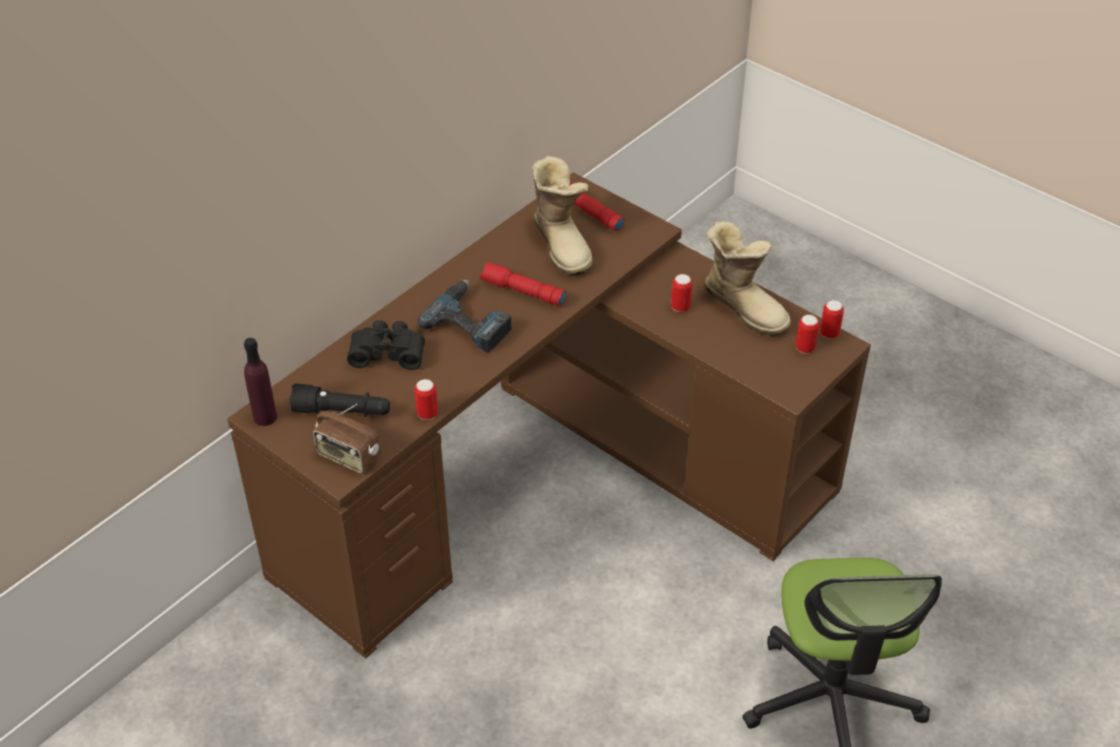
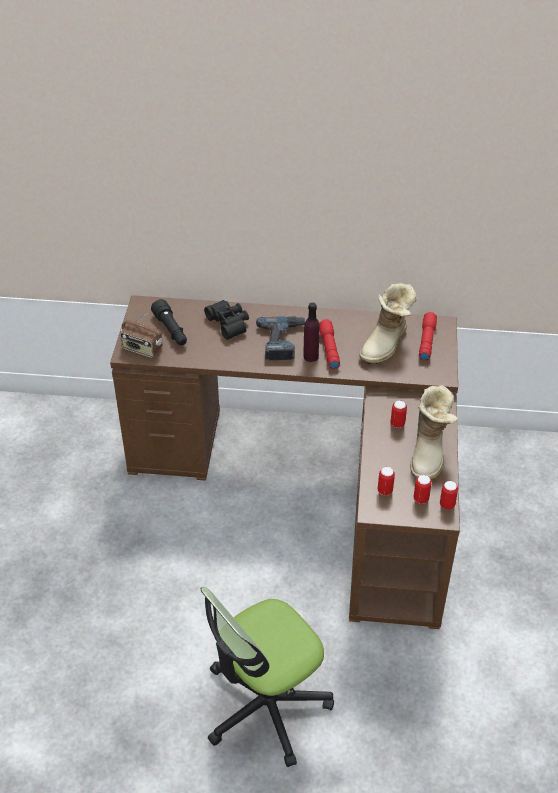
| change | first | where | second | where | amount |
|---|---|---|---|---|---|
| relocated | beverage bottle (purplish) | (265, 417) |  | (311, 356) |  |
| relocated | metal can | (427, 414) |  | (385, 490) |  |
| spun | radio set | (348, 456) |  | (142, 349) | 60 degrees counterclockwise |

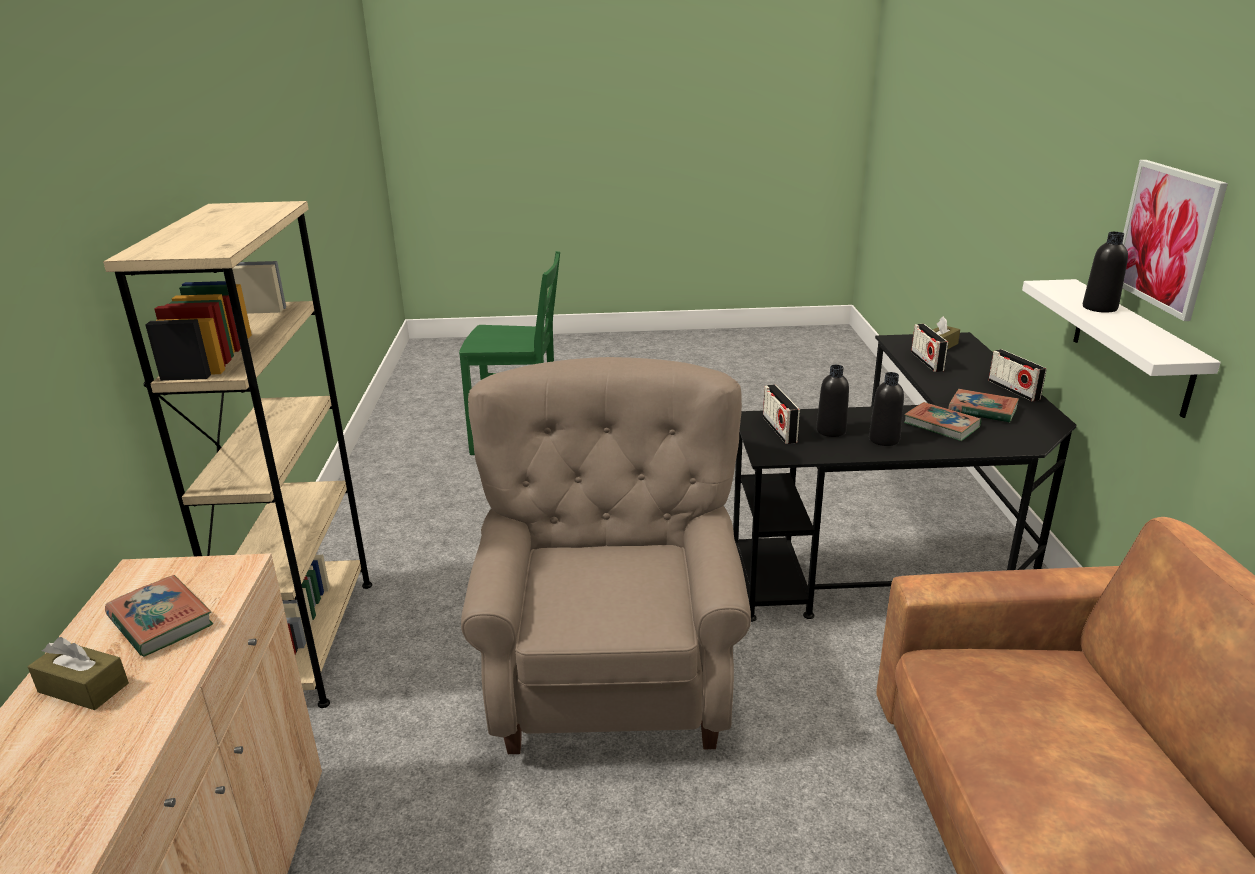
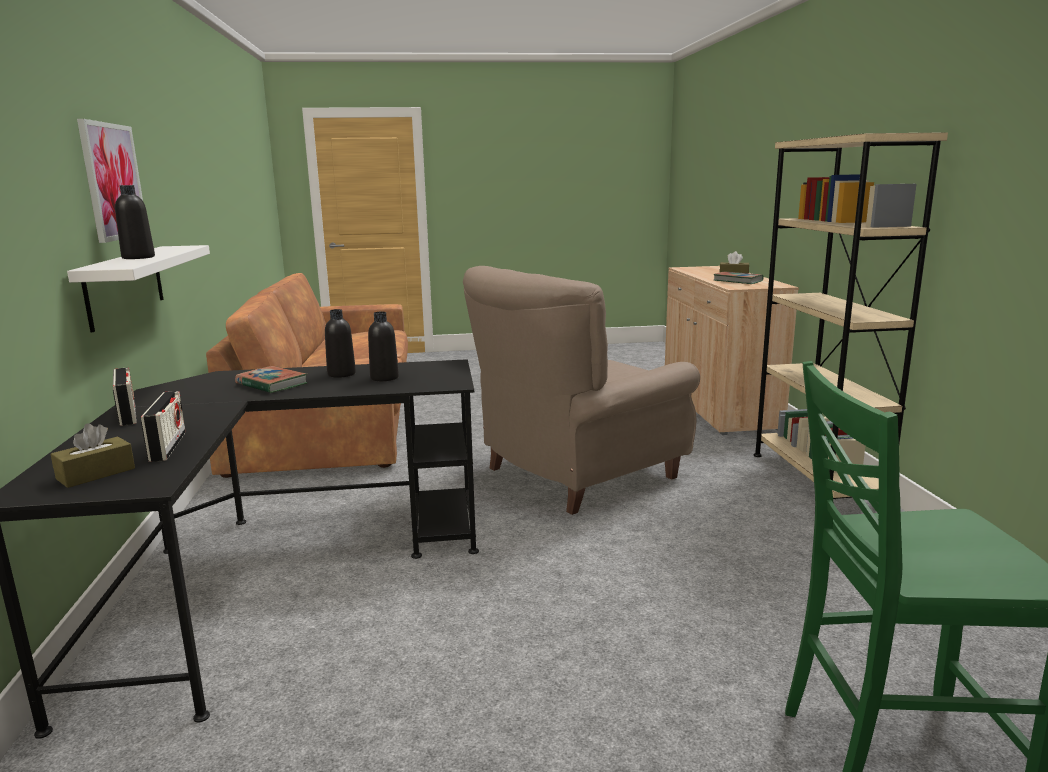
| change | first | where | second | where | amount |
|---|---|---|---|---|---|
| missing | radio set | (779, 430) |  |  |  |
| missing | book | (982, 410) |  |  |  |
| spun | armchair (beige-coloured) | (612, 672) |  | (574, 475) | 60 degrees clockwise |

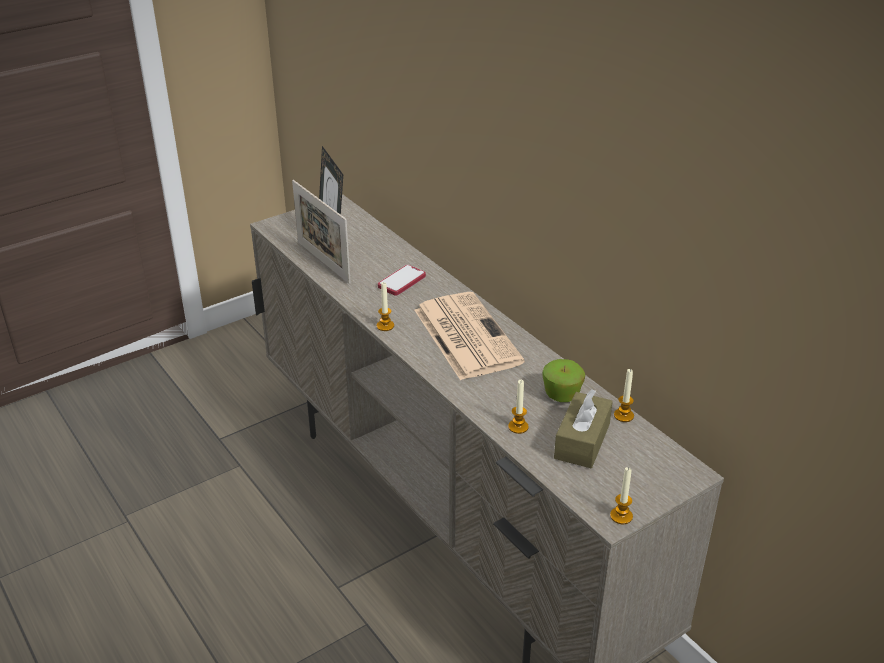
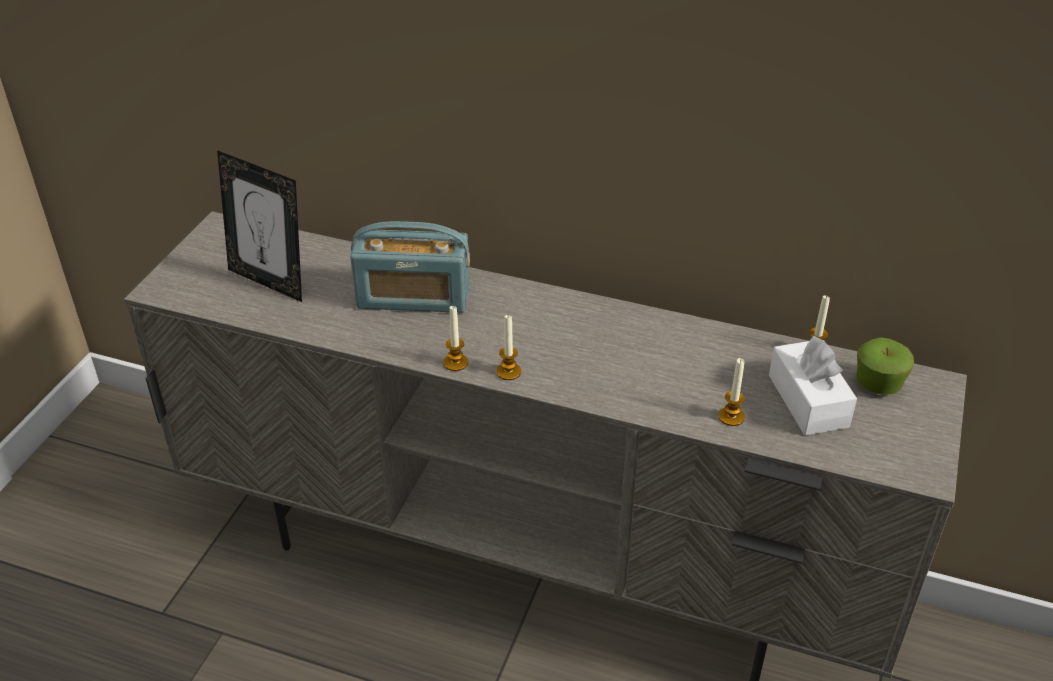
| change | first | where | second | where | amount |
|---|---|---|---|---|---|
| missing | standing frame | (323, 262) |  |  |  |
| missing | newspaper | (465, 335) |  |  |  |
| relocated | apple fruit | (562, 395) |  | (878, 384) |  |
| relocated | wax light | (621, 516) |  | (508, 372) |  |
| exchanged | telephone | (402, 281) | radio set | (413, 297) |  |
| colour | box of tissues (brownish) | (582, 441) | box of tissues (white-coloured) | (808, 401) |  |

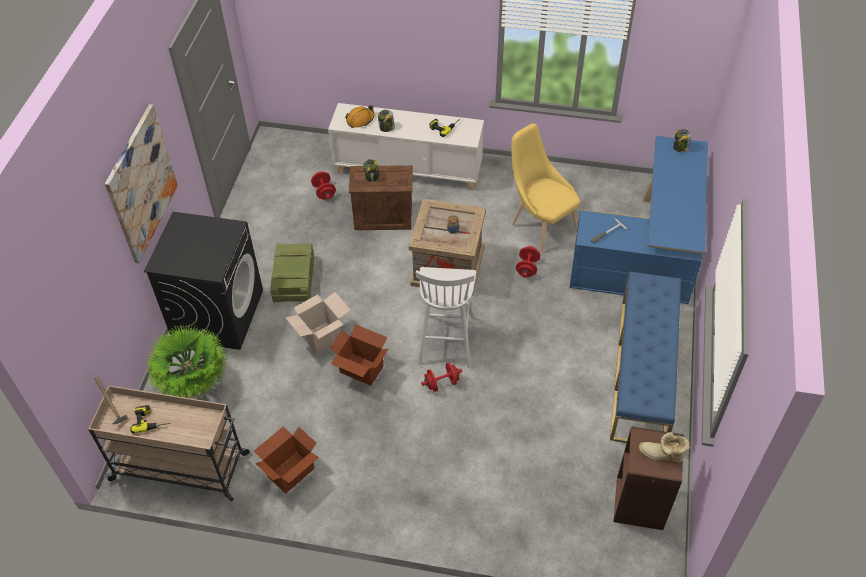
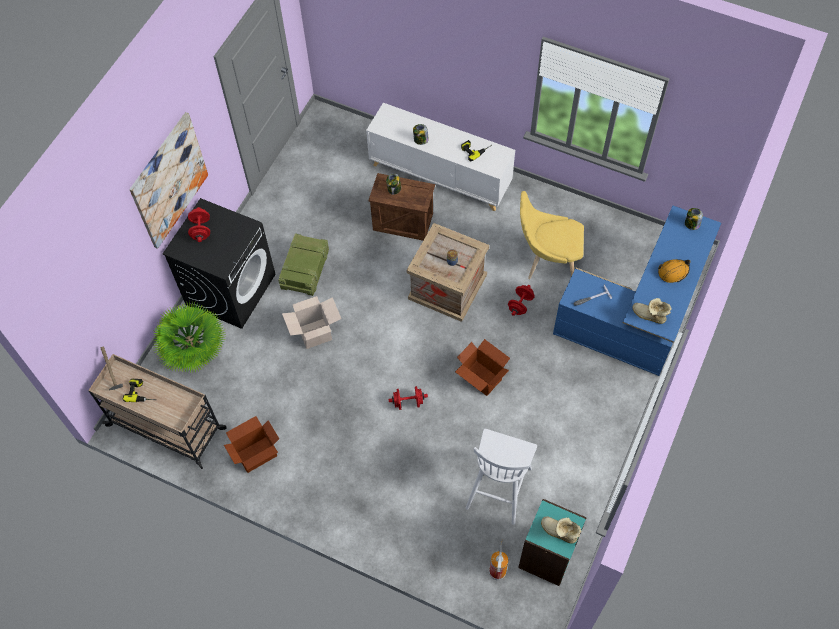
| change | first | where | second | where | amount |
|---|---|---|---|---|---|
| missing | indoor bench (blue) | (642, 372) |  |  |  |
| appeared |  |  | fire-fighting cylinder | (497, 571) |  |
| appeared |  |  | boot | (649, 316) |  |
| relocated | dumbbell (red) | (324, 192) |  | (201, 230) |  |
| relocated | carton | (361, 370) |  | (481, 378) |  |
| relocated | work helmet (orange) | (360, 120) |  | (673, 272) |  |
| relocated | sitting stool (white-coloured) | (446, 339) |  | (499, 487) |  |
| colour | bookshelf (brownish) | (640, 503) | bookshelf (turquoise-coloured) | (547, 557) |  |
| spun | chair (yellow) | (540, 224) |  | (547, 262) | 60 degrees counterclockwise |

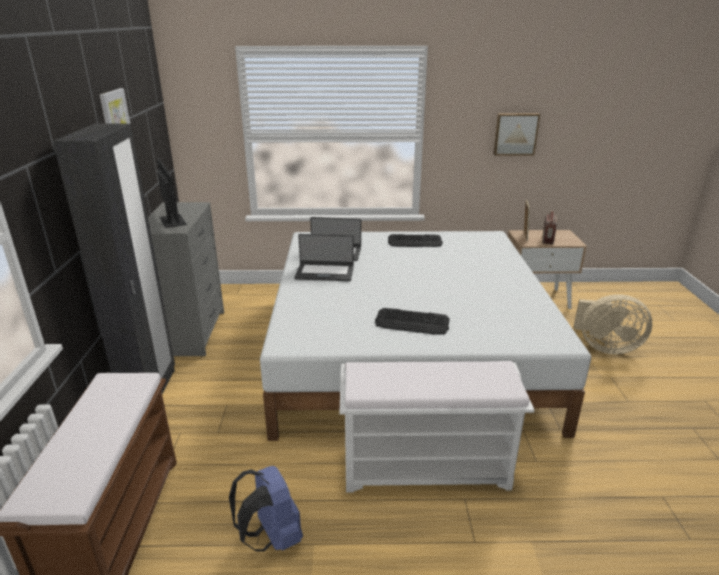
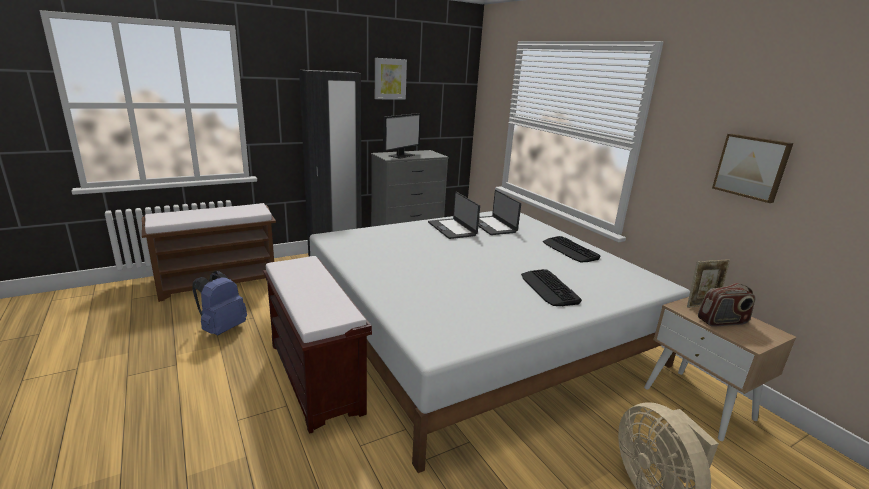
| change | first | where | second | where | amount |
|---|---|---|---|---|---|
| relocated | computer keyboard | (412, 322) |  | (549, 288) |  |
| colour | indoor bench (white-coloured) | (427, 467) | indoor bench (brownish) | (316, 377) |  |

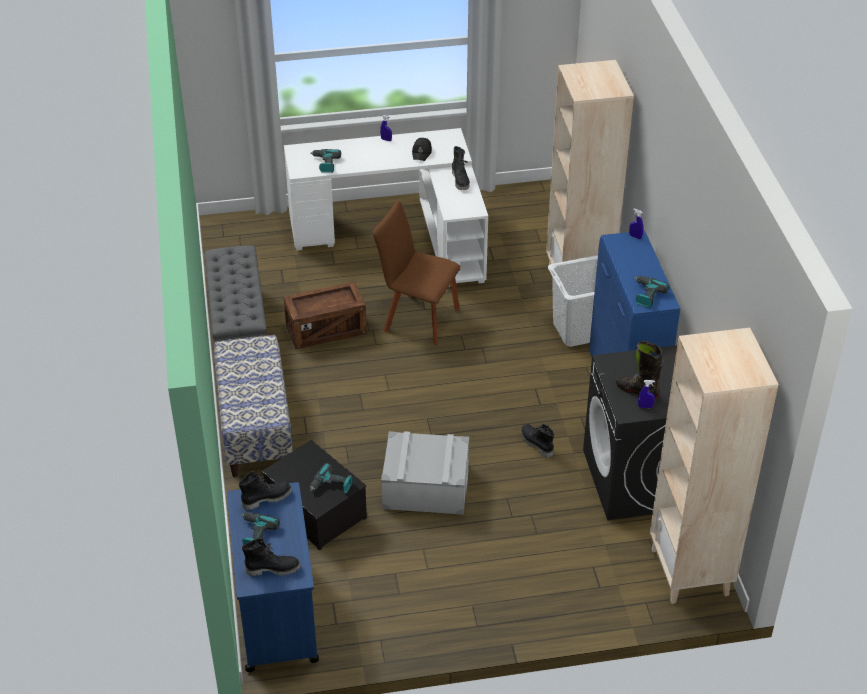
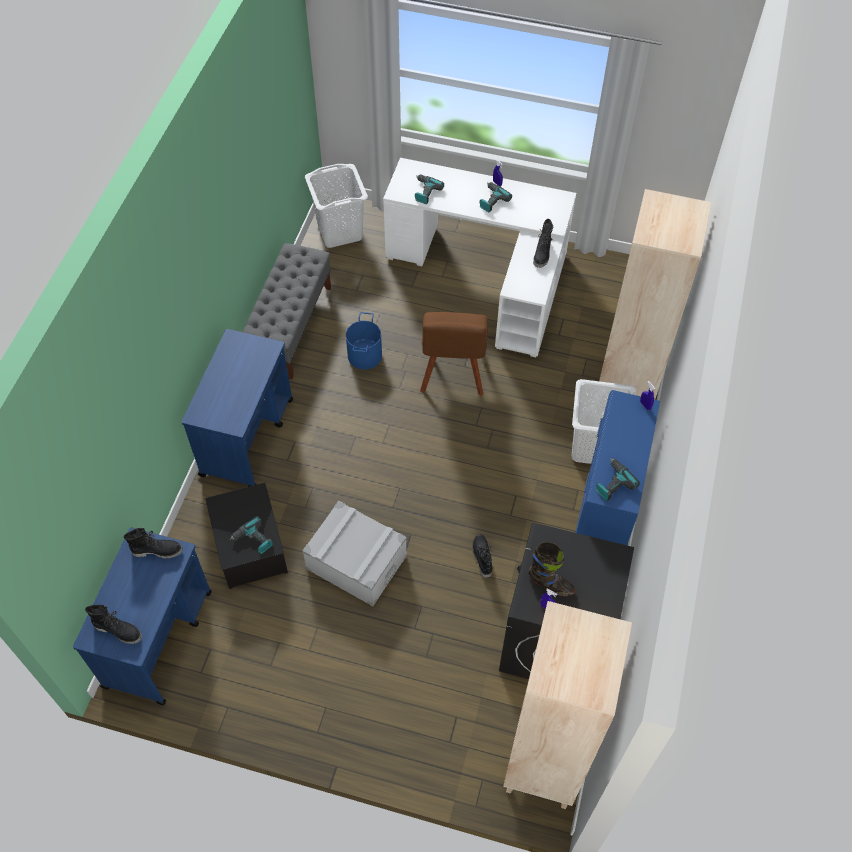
| change | first | where | second | where | amount |
|---|---|---|---|---|---|
| missing | cap (black-coloured) | (422, 152) |  |  |  |
| appeared |  |  | washing basket (white-coloured) | (340, 231) |  |
| relocated | power drill | (255, 534) |  | (491, 200) |  |
| exchanged | indoor bench | (255, 428) | cart (blue) | (247, 436) |  |
| exchanged | packing crate | (326, 330) | pail (blue) | (365, 355) |  |
| spun | chair (brownish) | (418, 318) |  | (452, 374) | 135 degrees counterclockwise |
| spun | boot (black-coloured) | (637, 391) |  | (550, 584) | 150 degrees clockwise |

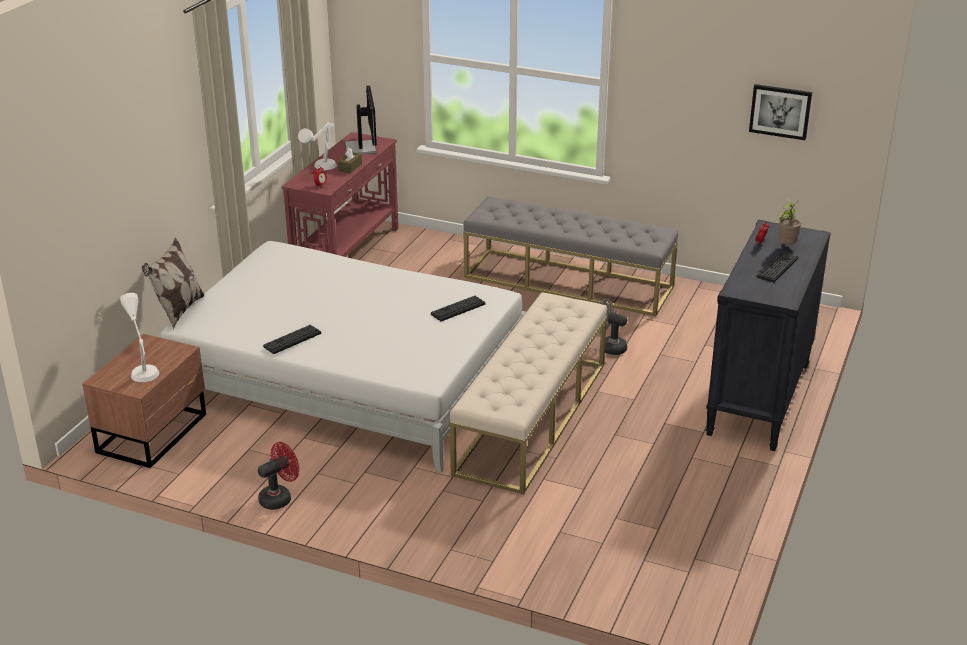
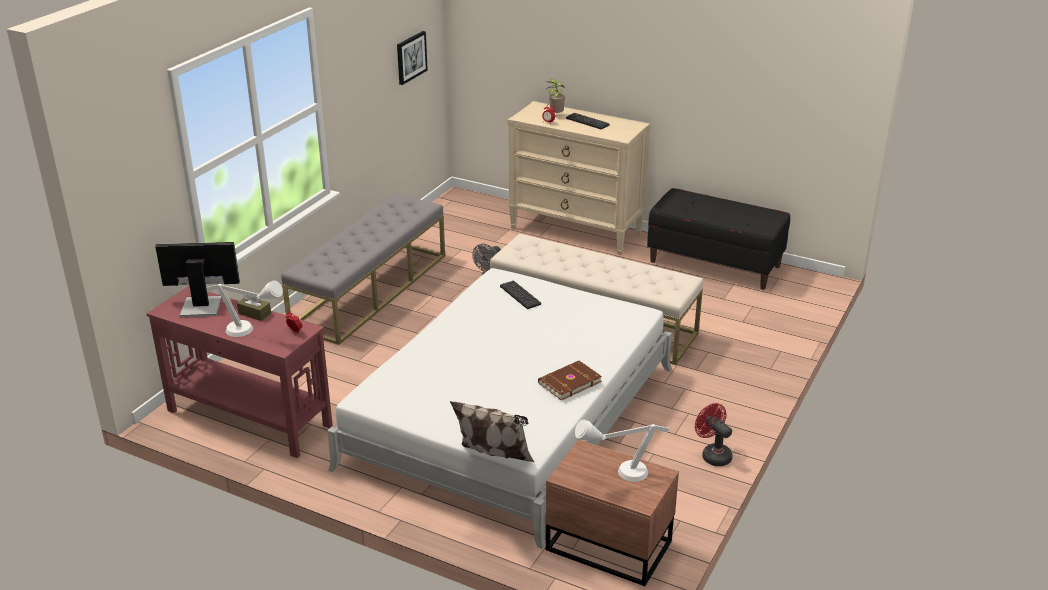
| change | first | where | second | where | amount |
|---|---|---|---|---|---|
| appeared |  |  | indoor bench (black-coloured) | (715, 264) |  |
| exchanged | computer keyboard | (292, 340) | book (brownish) | (568, 382) |  |
| colour | dresser (black-coloured) | (759, 400) | dresser (beige-coloured) | (576, 230) |  |

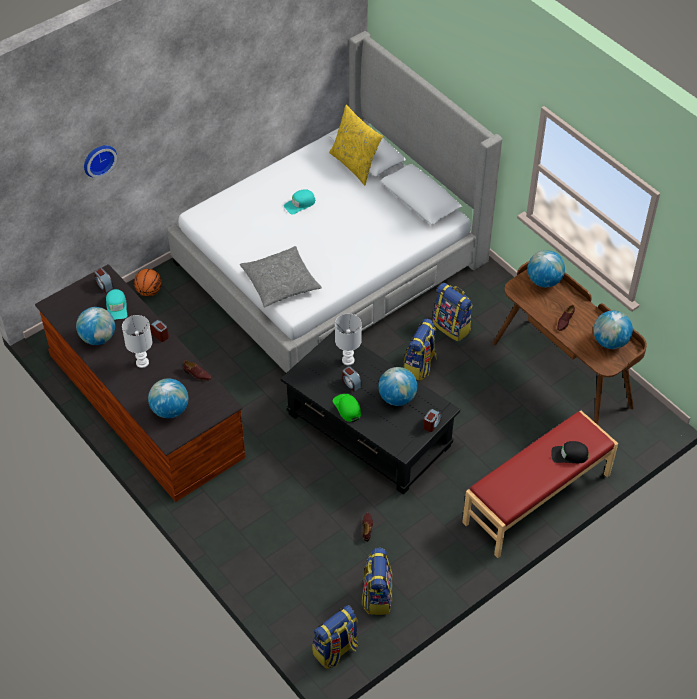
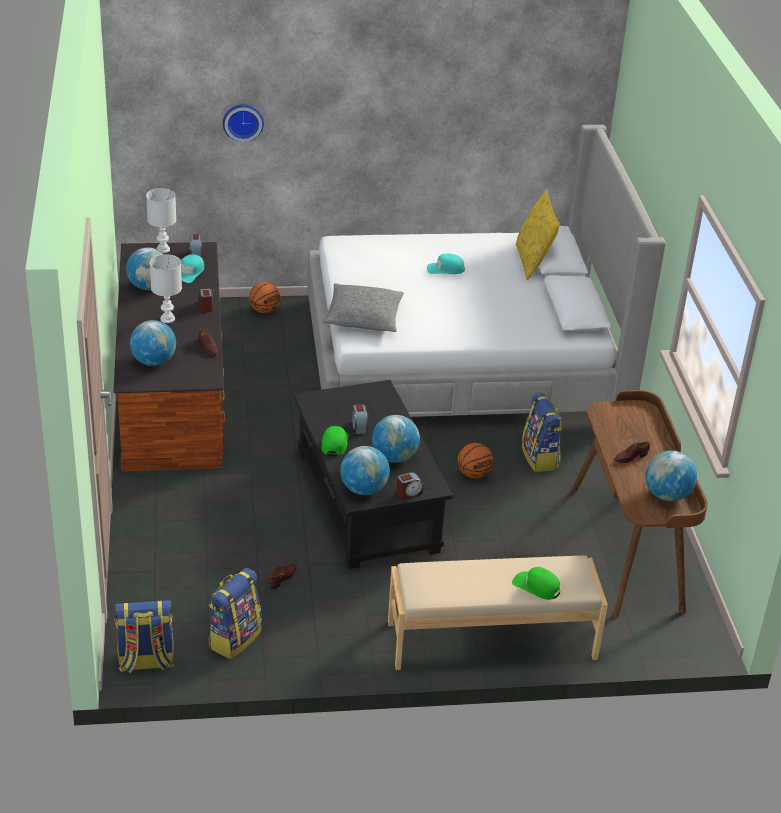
| change | first | where | second | where | amount |
|---|---|---|---|---|---|
| relocated | table lamp (white-coloured) | (347, 360) |  | (163, 249) |  |
| relocated | globe | (544, 281) |  | (364, 489) |  |
| exchanged | rucksack | (420, 366) | ball for basketball | (473, 474) |  |
| colour | indoor bench (red) | (537, 499) | indoor bench (beige-coloured) | (491, 641) |  |
| colour | cap (black-coloured) | (569, 455) | cap (greenish) | (536, 586) |  |

